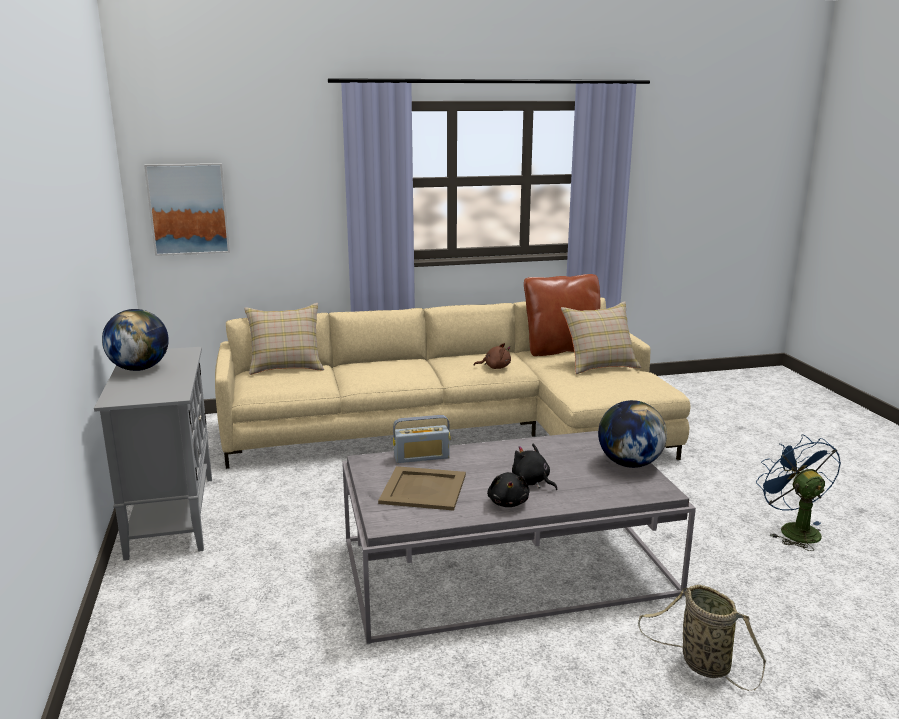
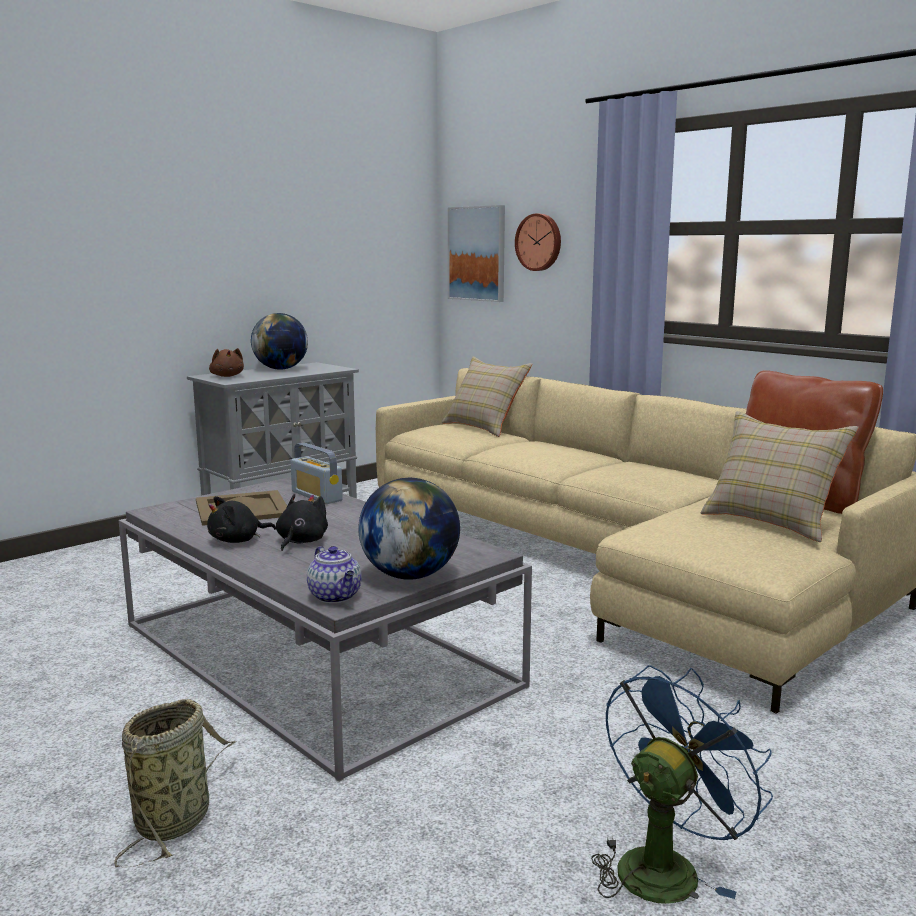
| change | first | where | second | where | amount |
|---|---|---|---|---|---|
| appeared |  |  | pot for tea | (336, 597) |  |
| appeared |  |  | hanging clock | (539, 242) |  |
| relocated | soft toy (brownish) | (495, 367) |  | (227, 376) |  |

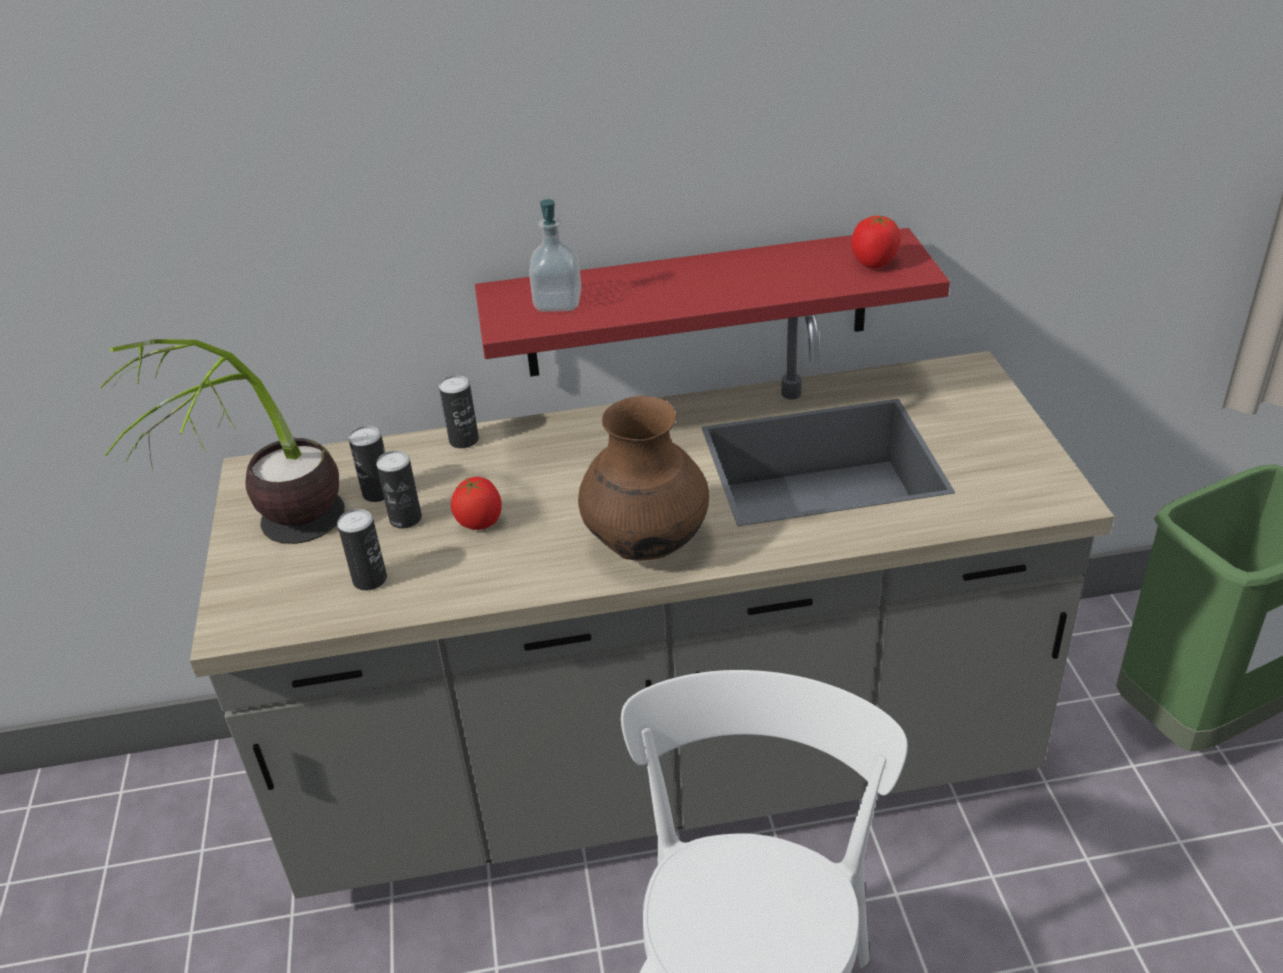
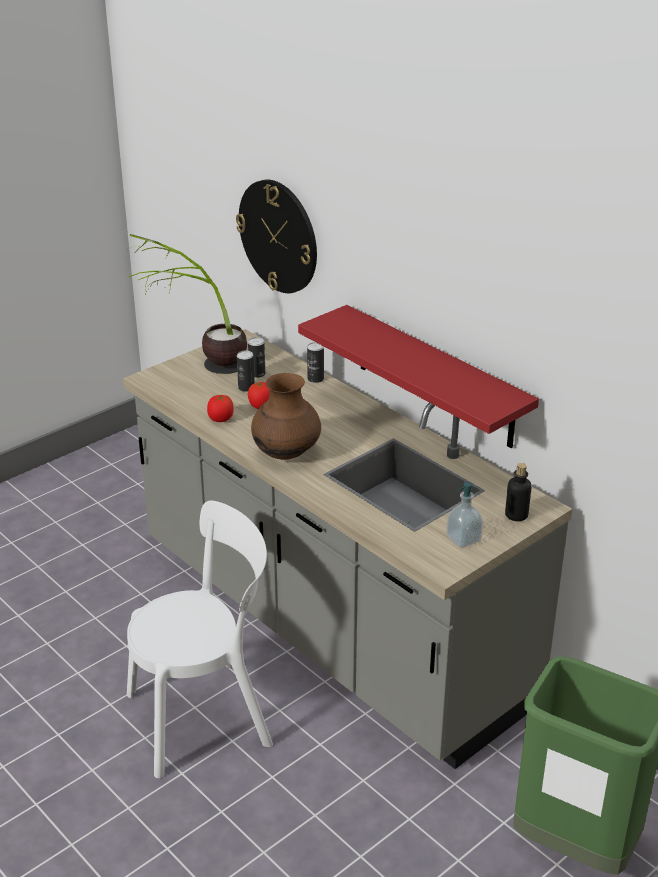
| change | first | where | second | where | amount |
|---|---|---|---|---|---|
| missing | metal can | (370, 579) |  |  |  |
| appeared |  |  | hanging clock | (278, 236) |  |
| appeared |  |  | beverage bottle | (516, 515) |  |
| relocated | soap bottle | (558, 303) |  | (463, 539) |  |
| relocated | tomato | (874, 263) |  | (220, 419) |  |

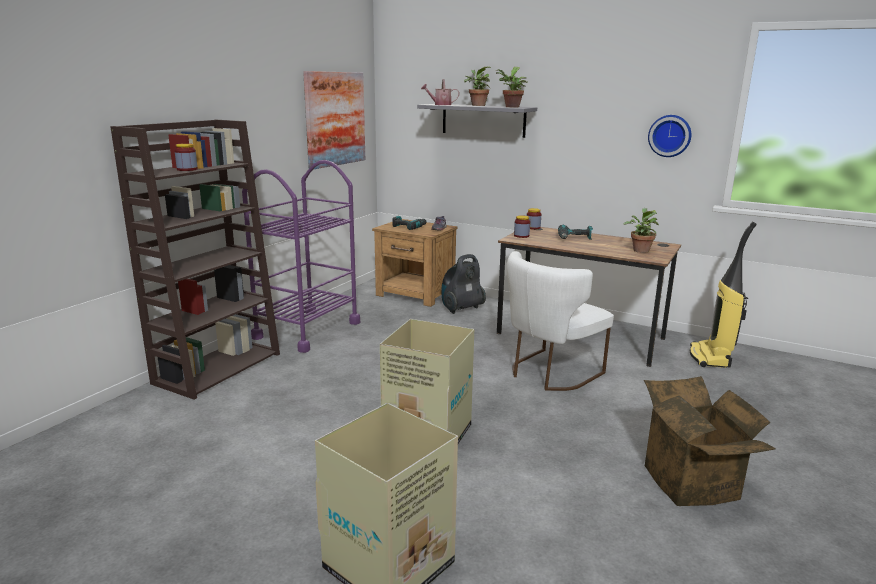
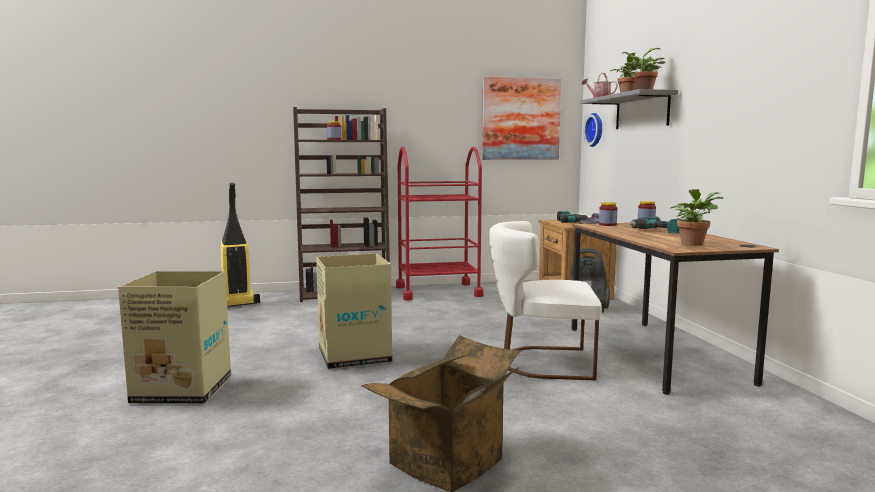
| change | first | where | second | where | amount |
|---|---|---|---|---|---|
| relocated | hanging clock | (670, 135) |  | (596, 129) |  |
| relocated | vacuum | (711, 357) |  | (235, 305) |  |
| colour | cart (purplish) | (307, 330) | cart (red) | (438, 291) |  |

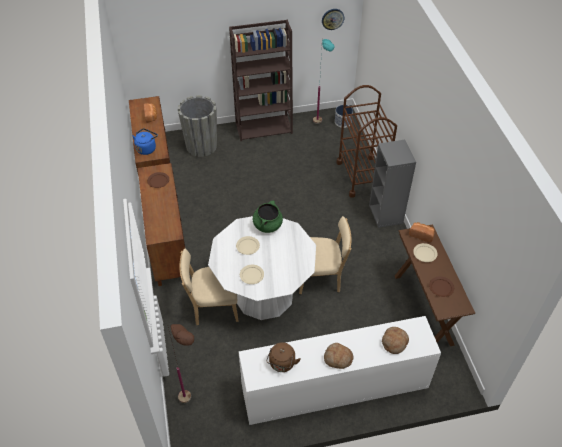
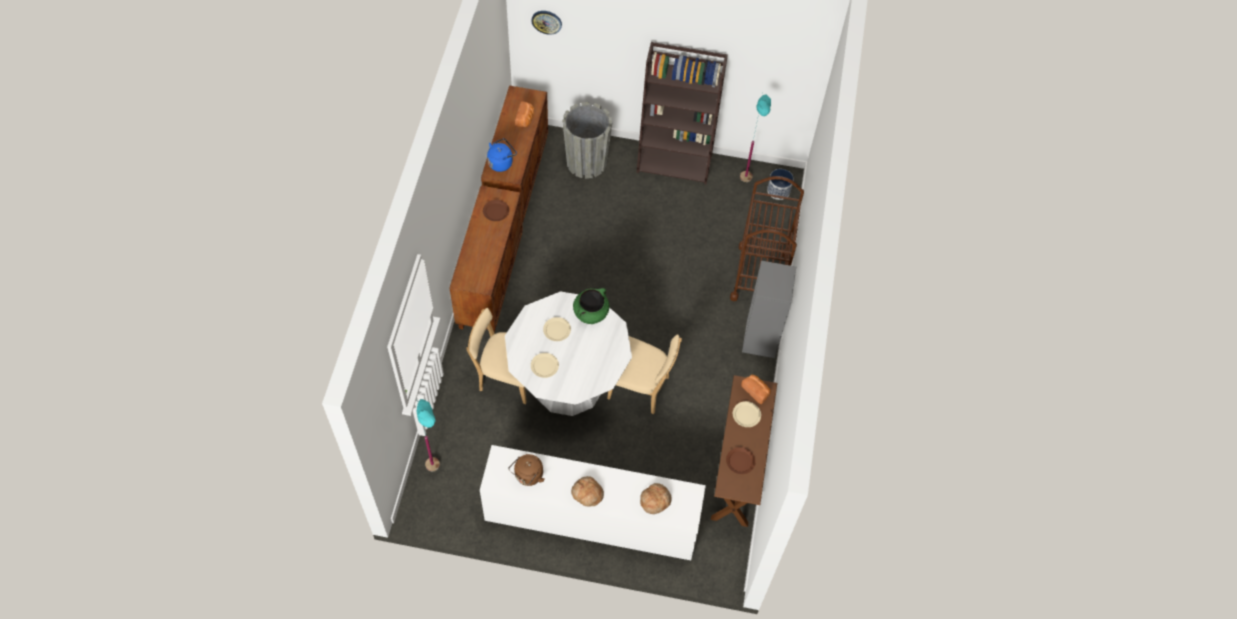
| change | first | where | second | where | amount |
|---|---|---|---|---|---|
| relocated | hanging clock | (332, 19) |  | (546, 21) |  |
| colour | standard lamp (brownish) | (193, 405) | standard lamp (turquoise-coloured) | (438, 476) |  |

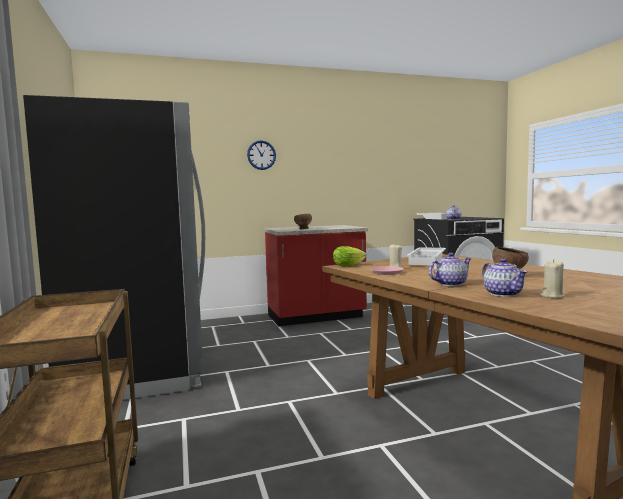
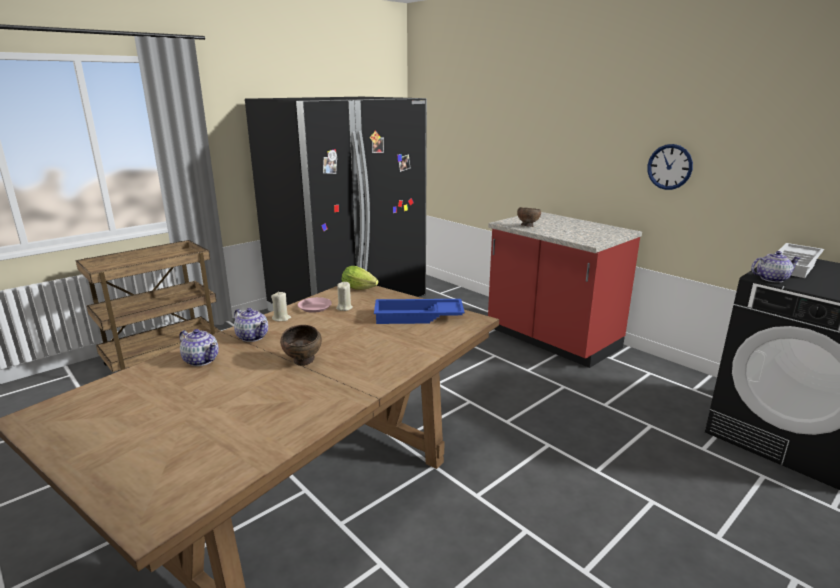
| change | first | where | second | where | amount |
|---|---|---|---|---|---|
| relocated | hanging clock | (261, 155) |  | (669, 167) |  |
| relocated | wax light (beige-coloured) | (552, 296) |  | (281, 318) |  |
| colour | tray (white-coloured) | (428, 260) | tray (blue) | (417, 317) |  |
| spun | pot for tea | (503, 294) |  | (201, 360) | 105 degrees counterclockwise |

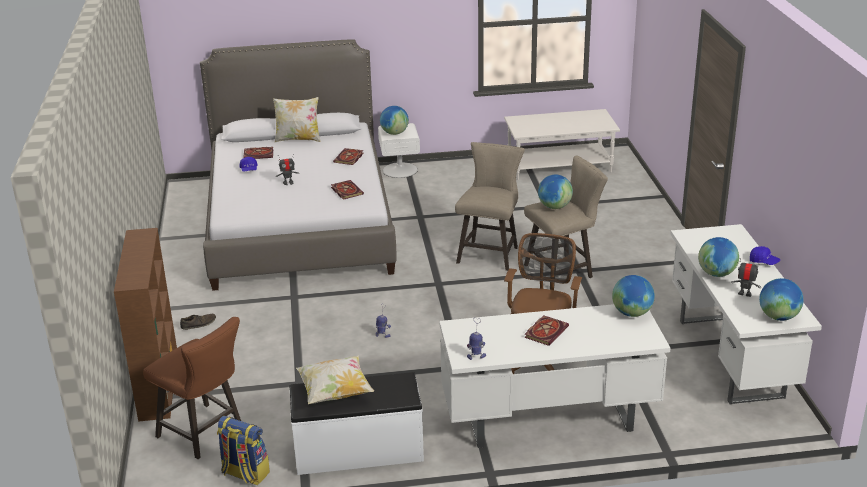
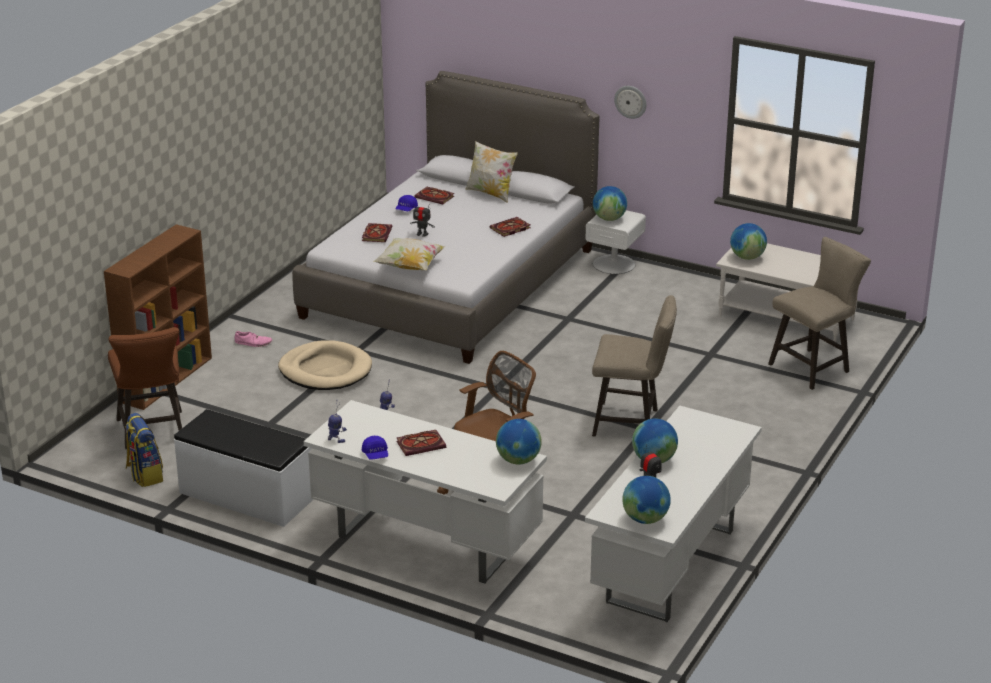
| change | first | where | second | where | amount |
|---|---|---|---|---|---|
| appeared |  |  | dog bed (beige-coloured) | (325, 370) |  |
| appeared |  |  | hanging clock | (630, 101) |  |
| relocated | pillow | (335, 392) |  | (410, 266) |  |
| relocated | book | (346, 191) |  | (376, 234) |  |
| relocated | sitting stool (beige-coloured) | (490, 253) |  | (813, 367) |  |
| relocated | globe | (554, 207) |  | (747, 257) |  |
| relocated | cap (blue) | (764, 262) |  | (375, 455) |  |
| colour | shoe (brownish) | (198, 324) | shoe (pink-coloured) | (253, 343) |  |

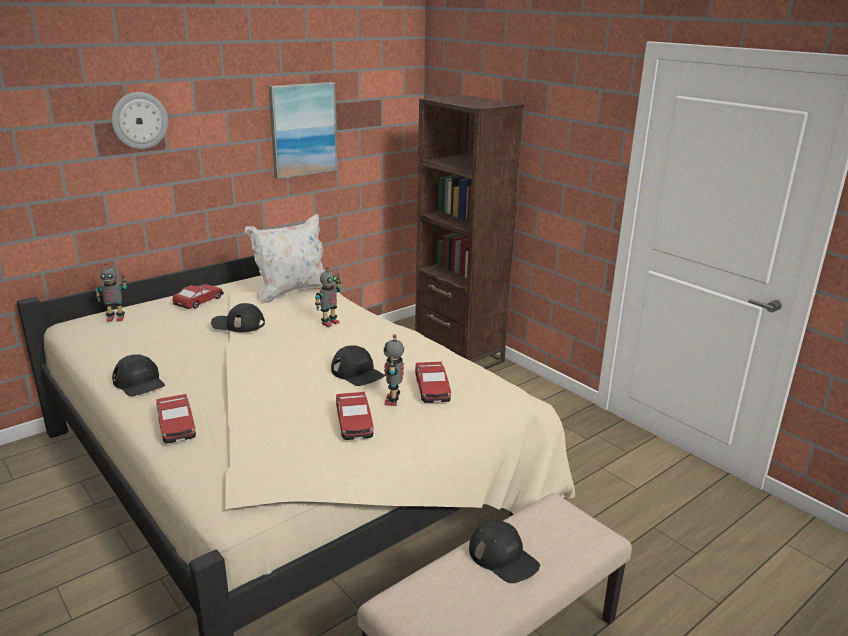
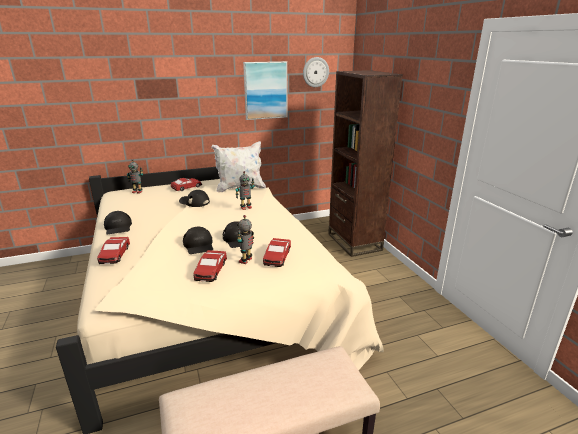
| change | first | where | second | where | amount |
|---|---|---|---|---|---|
| relocated | hanging clock | (139, 120) |  | (315, 72) |  |
| relocated | cap (black-coloured) | (503, 557) |  | (199, 245) |  |

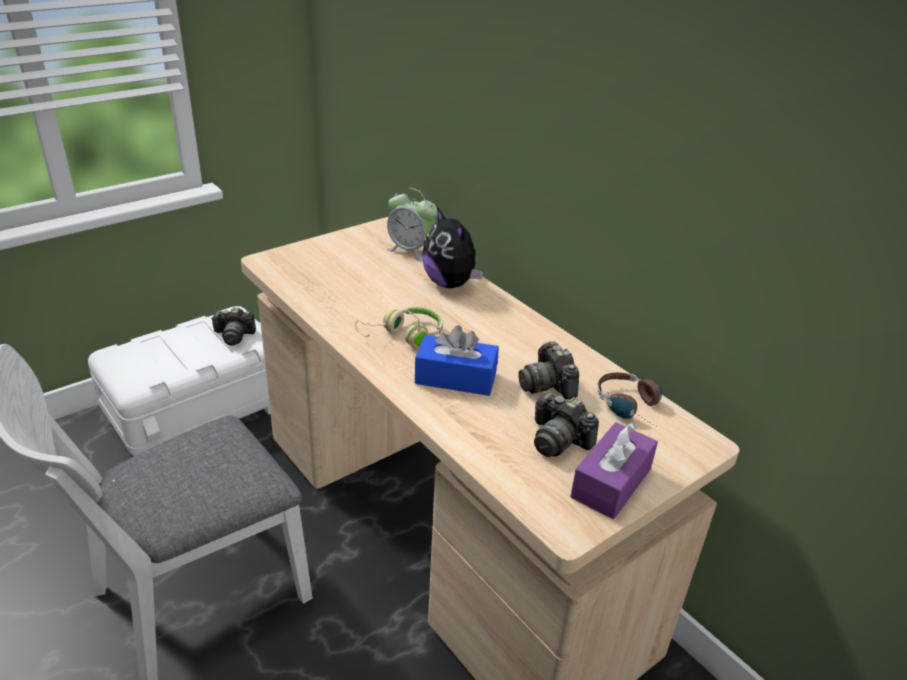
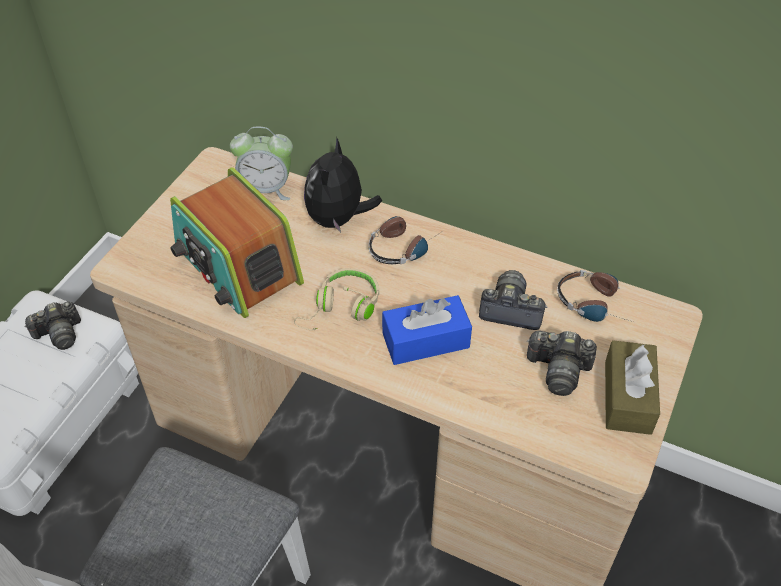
| change | first | where | second | where | amount |
|---|---|---|---|---|---|
| appeared |  |  | radio set | (237, 266) |  |
| appeared |  |  | headset | (404, 245) |  |
| colour | box of tissues (purplish) | (611, 483) | box of tissues (brownish) | (627, 397) |  |
| spun | soft toy | (451, 283) |  | (338, 219) | 75 degrees clockwise |
| spun | still camera | (548, 384) |  | (510, 310) | 150 degrees clockwise |

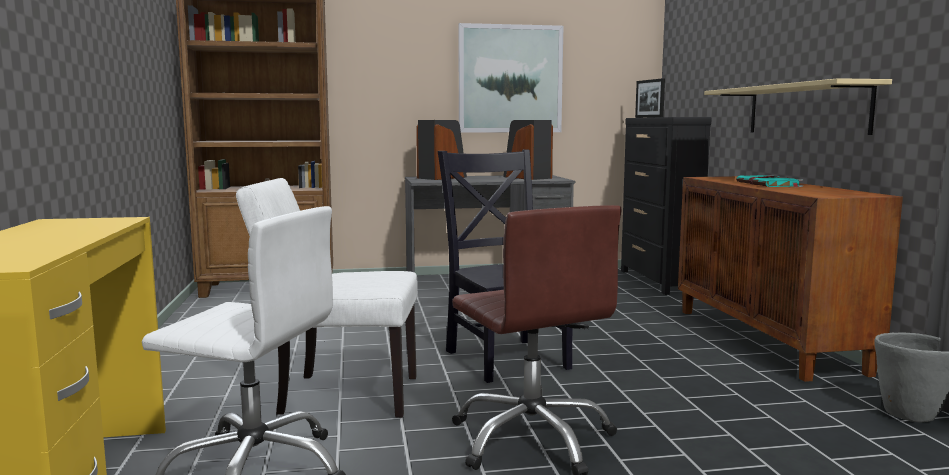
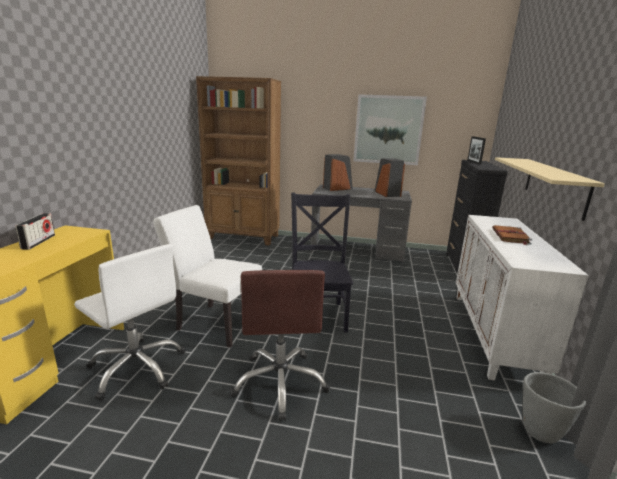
| change | first | where | second | where | amount |
|---|---|---|---|---|---|
| appeared |  |  | radio set | (38, 242) |  |
| colour | cupboard (brownish) | (767, 340) | cupboard (white-coloured) | (494, 335) |  |
| colour | book (turquoise-coloured) | (769, 184) | book (brownish) | (511, 236) |  |

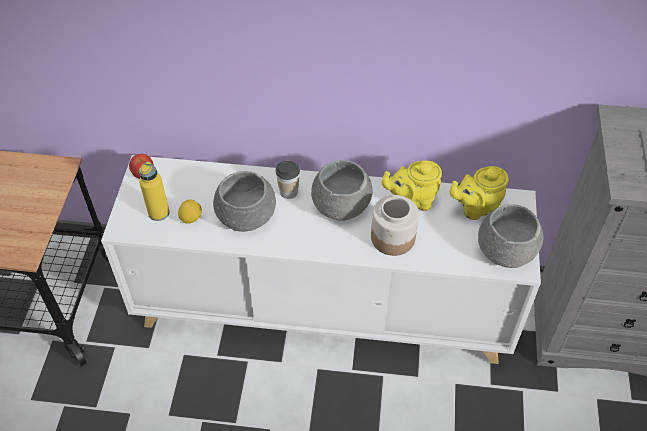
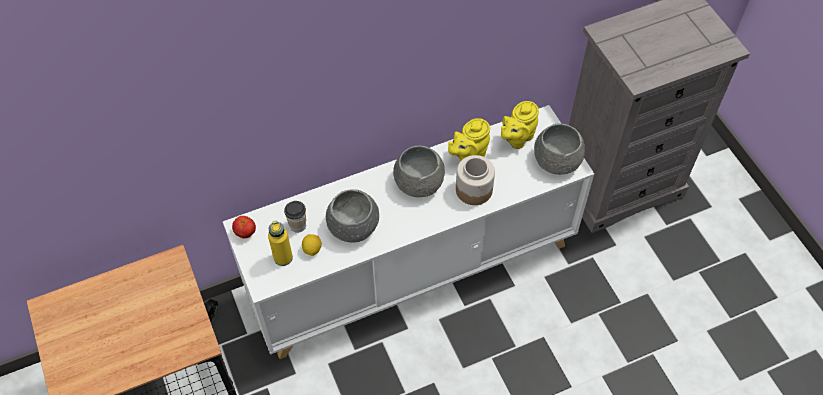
| change | first | where | second | where | amount |
|---|---|---|---|---|---|
| relocated | drinking cup | (288, 192) |  | (298, 225) |  |

